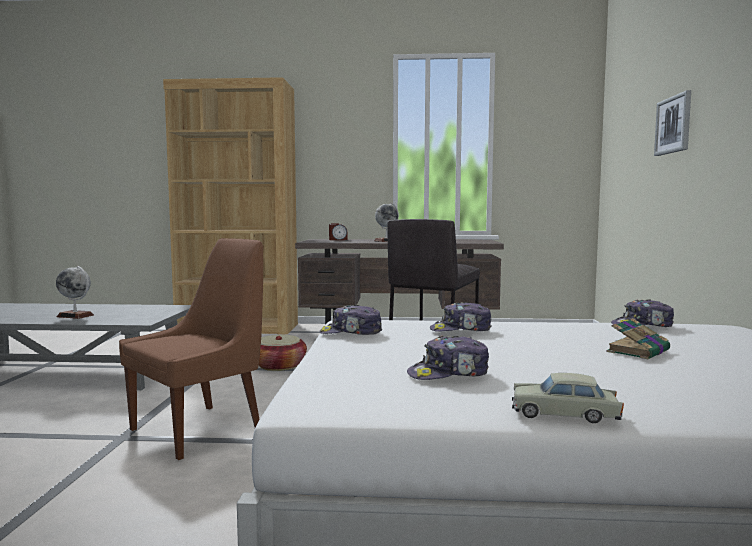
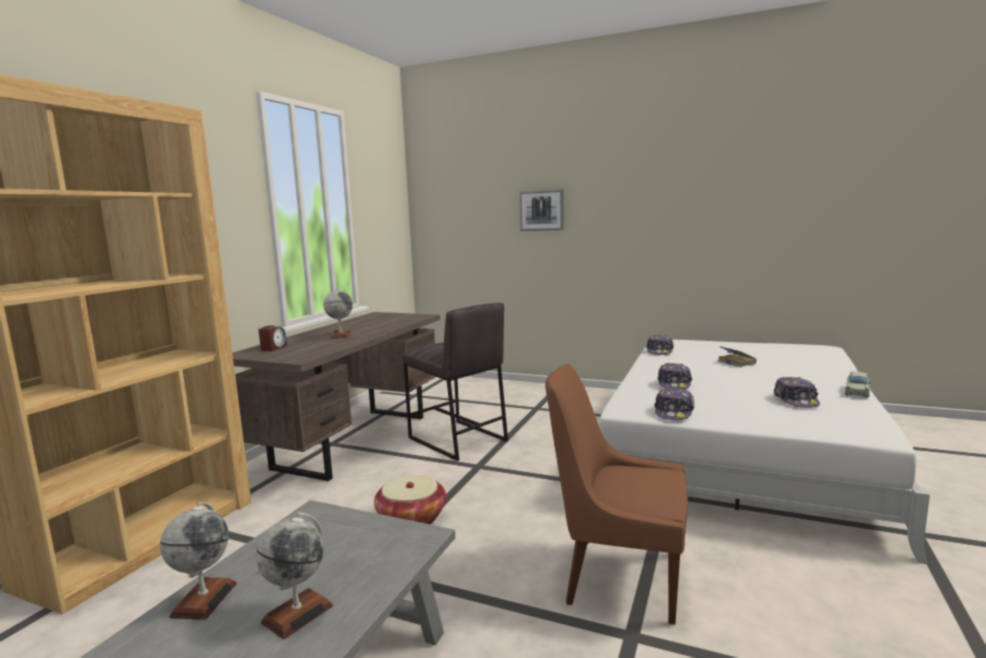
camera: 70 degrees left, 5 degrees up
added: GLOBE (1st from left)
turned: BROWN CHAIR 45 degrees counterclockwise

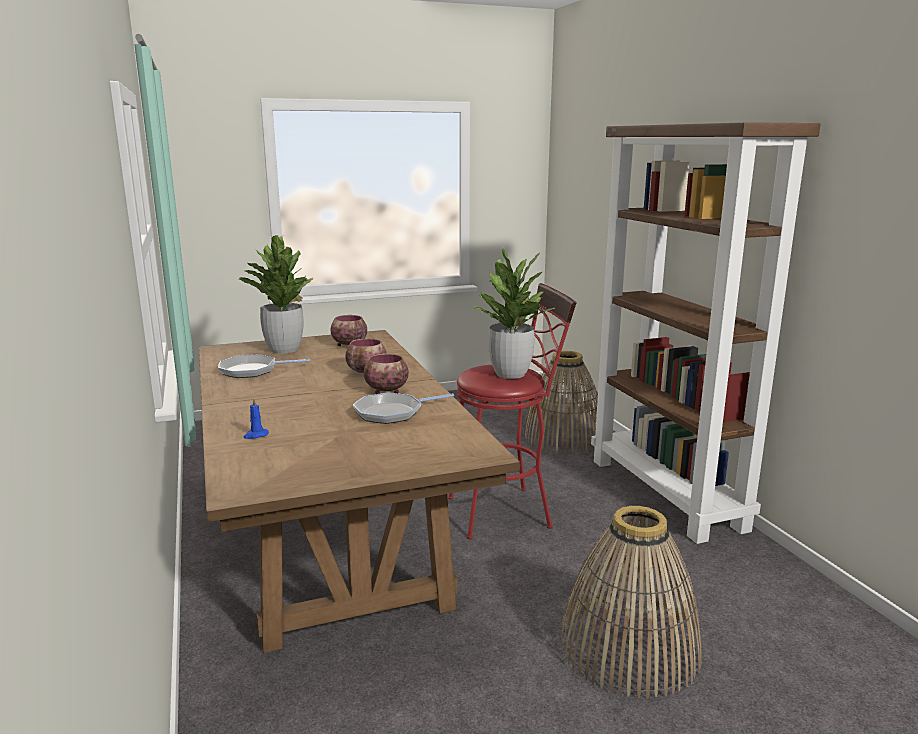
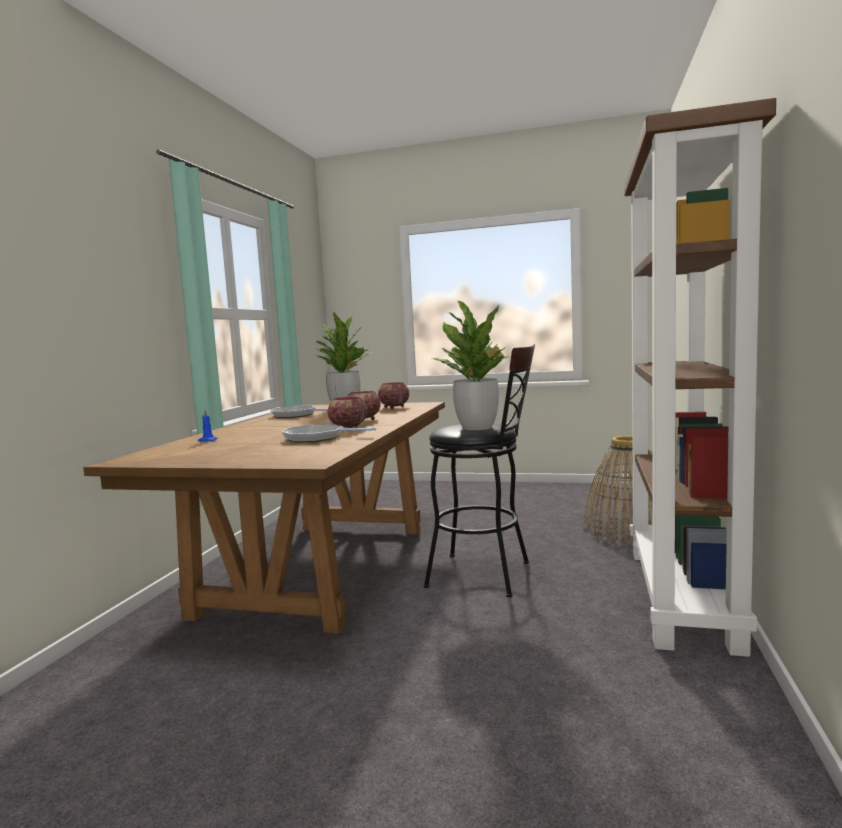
camera: 35 degrees right, 10 degrees down
removed: BASKET (2nd from left)
recoloured: RED STOOL to BLACK STOOL

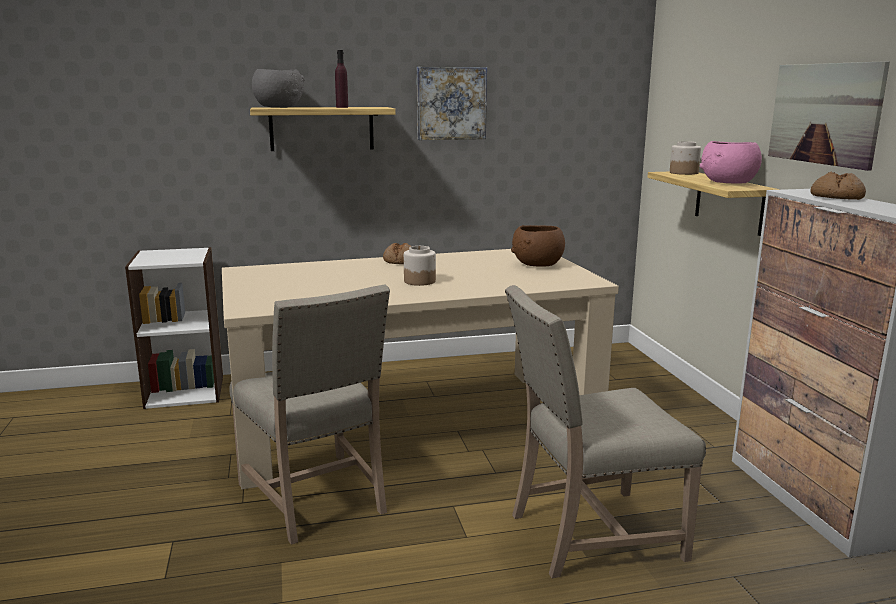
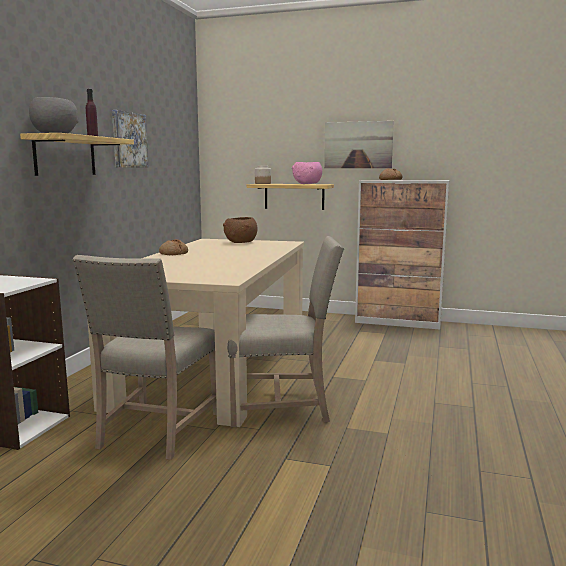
camera: 60 degrees left, 5 degrees down
removed: JAR (1st from left)
moved: BEIGE CHAIR (2nd from left in the first image) to BEIGE CHAIR (1st from left)

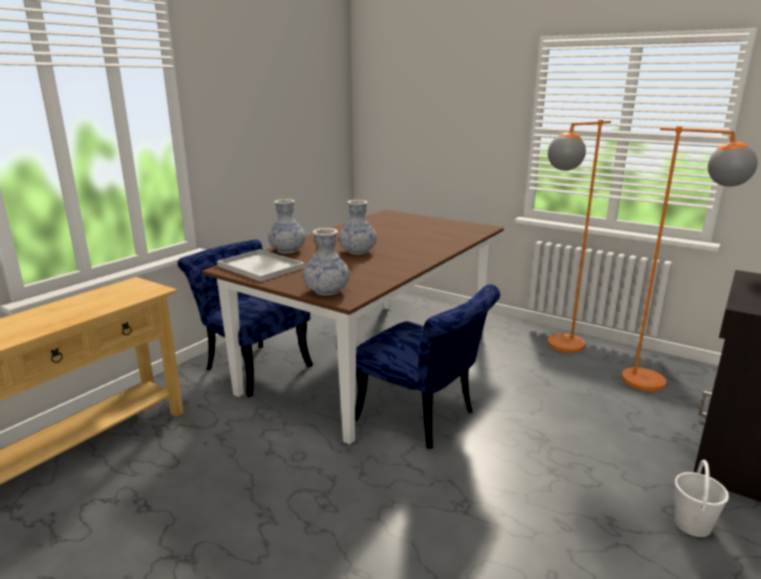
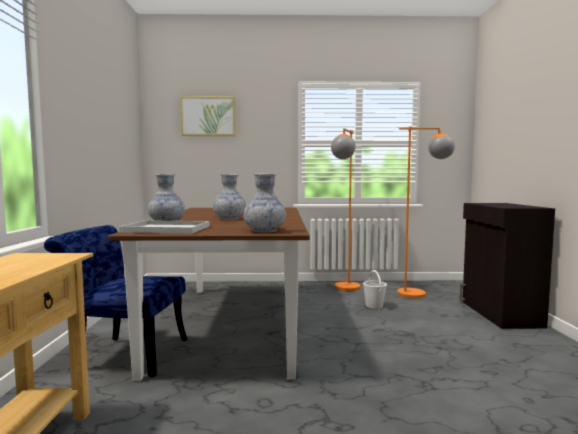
camera: 35 degrees left, 15 degrees down
removed: BLUE CHAIR (2nd from left)
added: PICTURE
moved: WHITE BUCKET

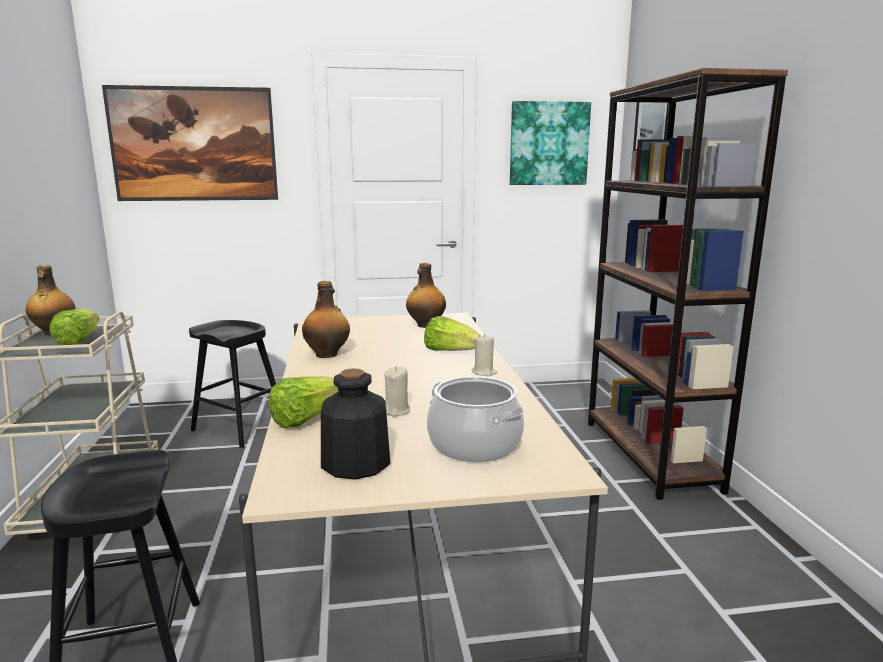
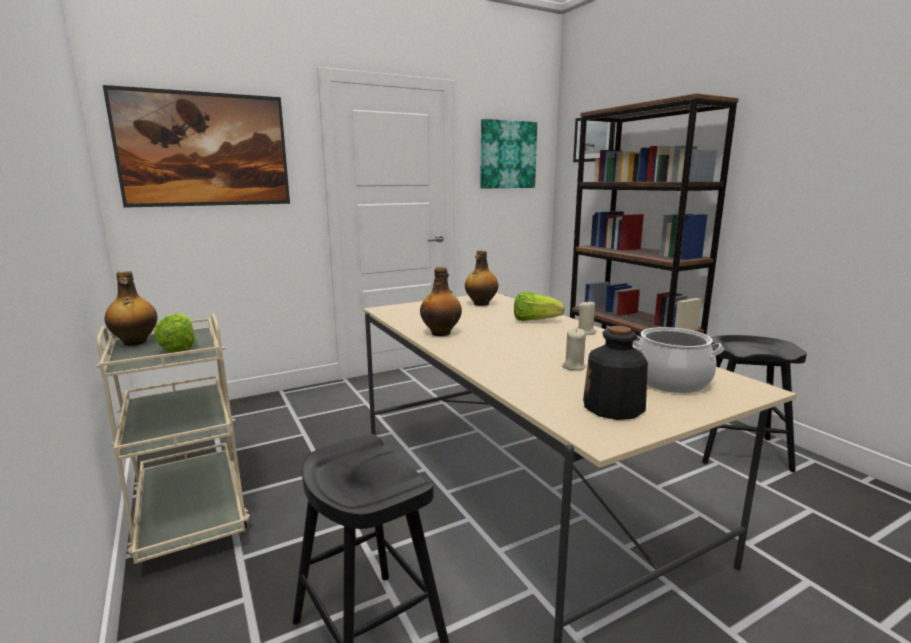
camera: 20 degrees left, 0 degrees up
removed: LETTUCE (2nd from left)
moved: BLACK STOOL (2nd from left)

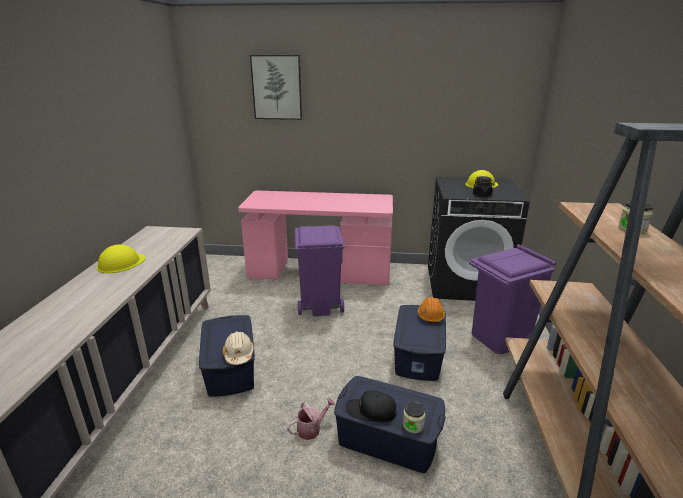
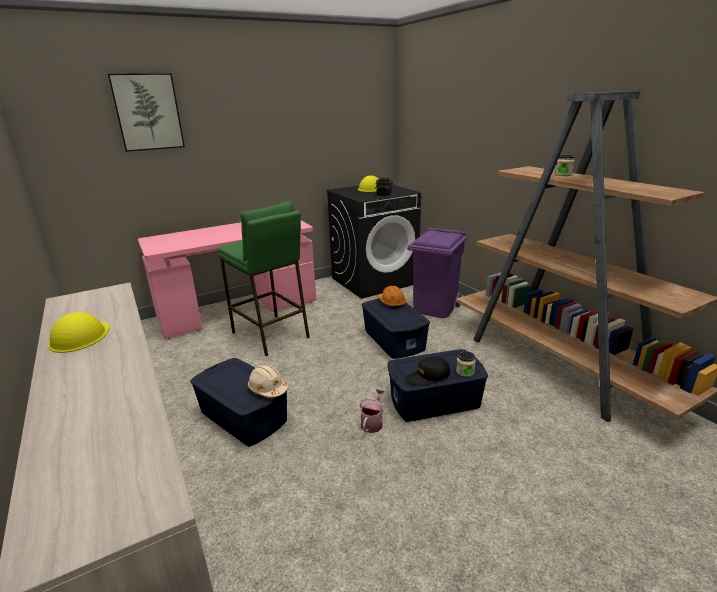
camera: 35 degrees left, 0 degrees up
replaced: PURPLE TRASH CAN (1st from left) to GREEN STOOL

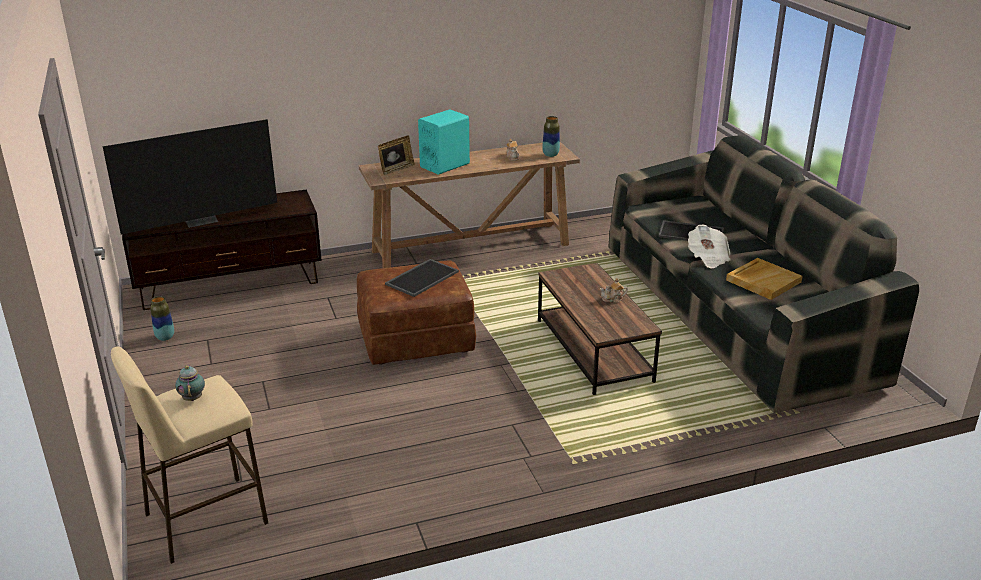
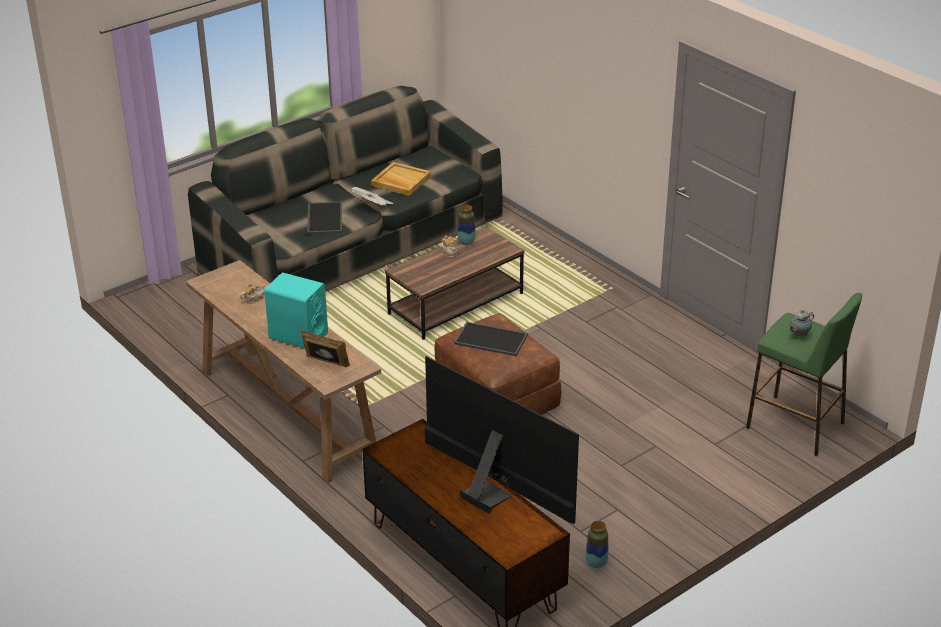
camera: 110 degrees left, 5 degrees up
moved: VASE (2nd from left in the first image) to VASE (1st from left)
recoloured: BEIGE STOOL to GREEN STOOL

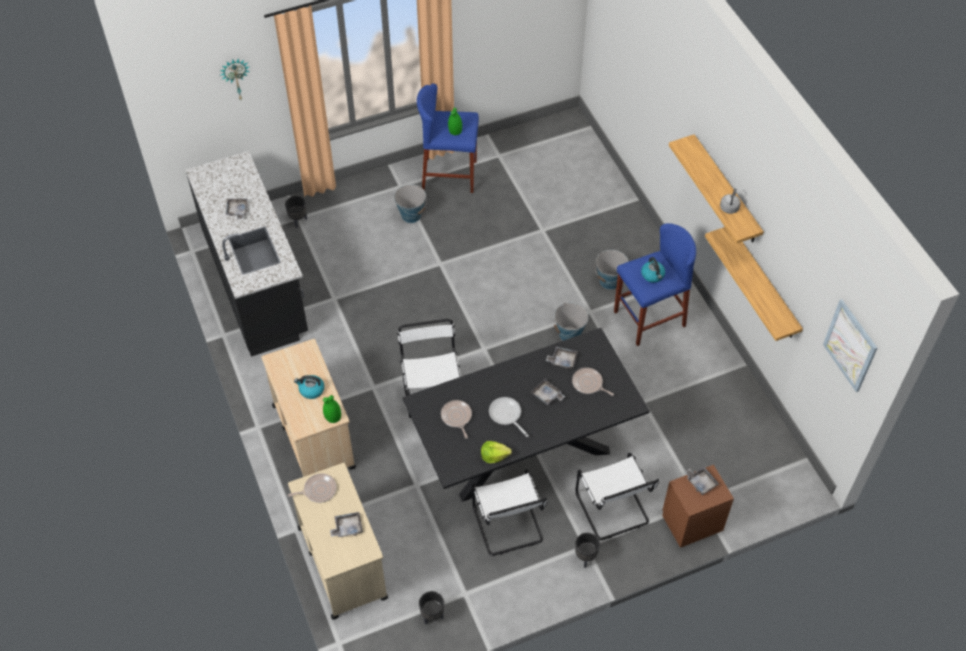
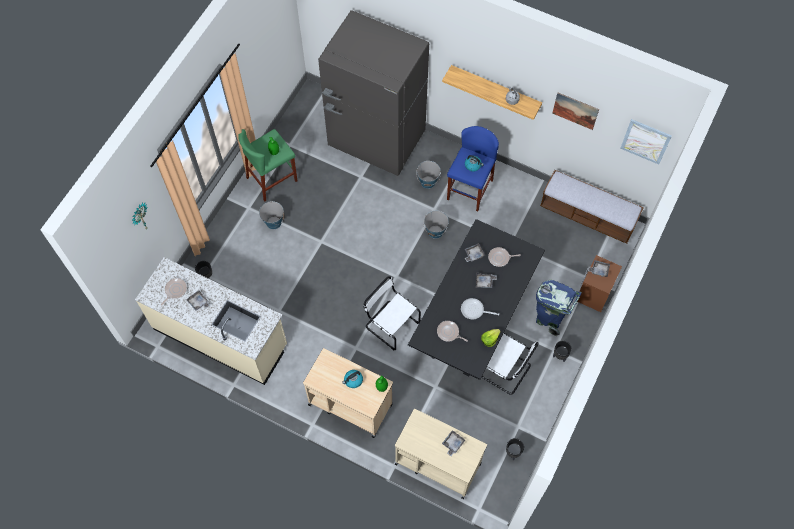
camera: 40 degrees left, 10 degrees up
removed: SHELF (2nd from left)
added: GREY FRIDGE; BENCH; PICTURE (1st from left)
moved: FRYING PAN (1st from left)
replaced: WHITE CHAIR (3rd from left) to BLUE TRASH CAN
recoloured: BLACK COUNTER to BEIGE COUNTER; BLUE STOOL (1st from left) to GREEN STOOL

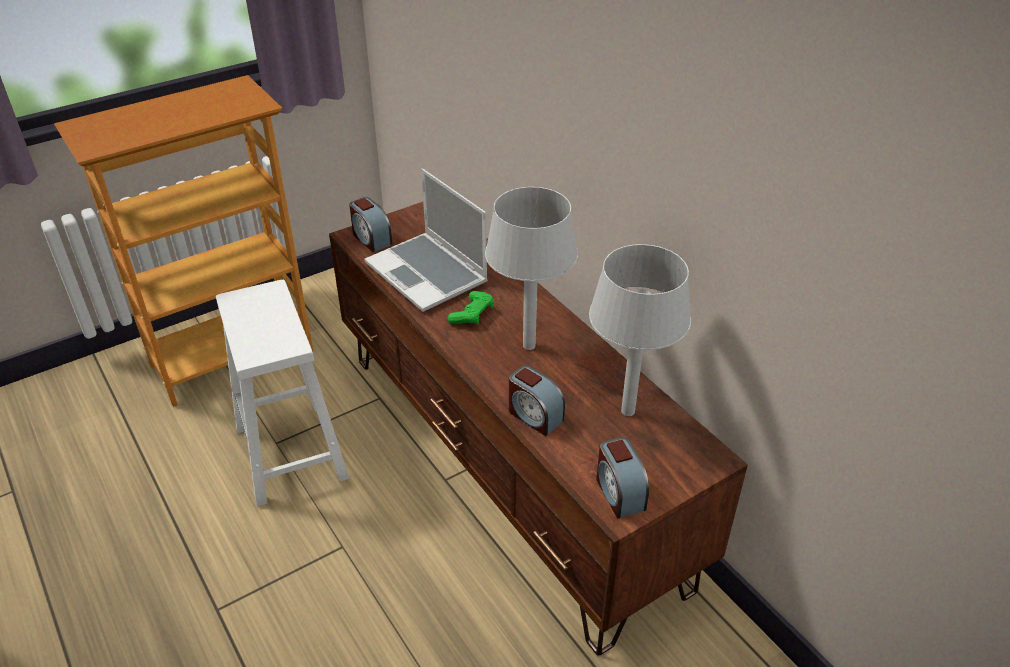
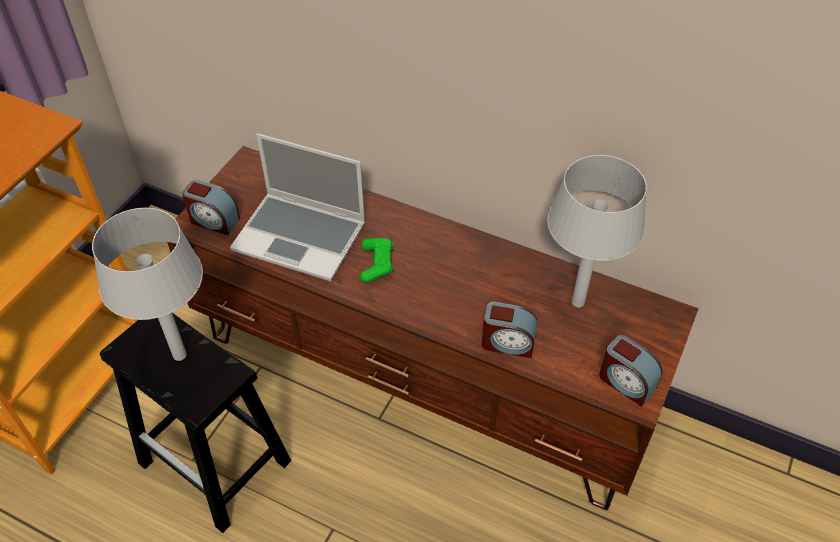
camera: 30 degrees left, 10 degrees up
moved: GREY TABLE LAMP (1st from left)
recoloured: WHITE STOOL to BLACK STOOL

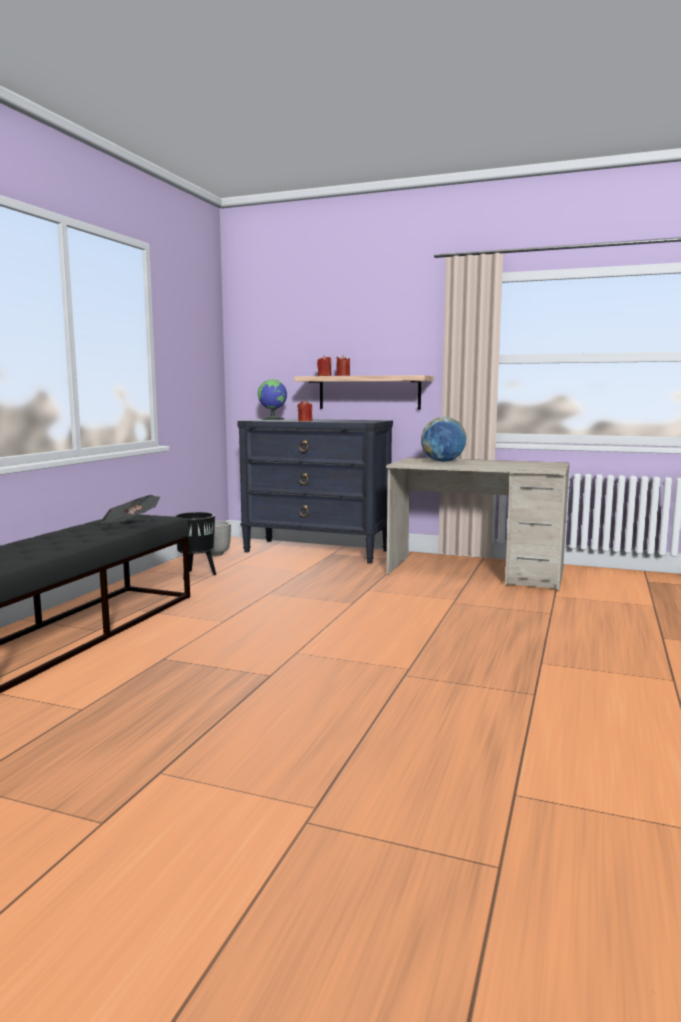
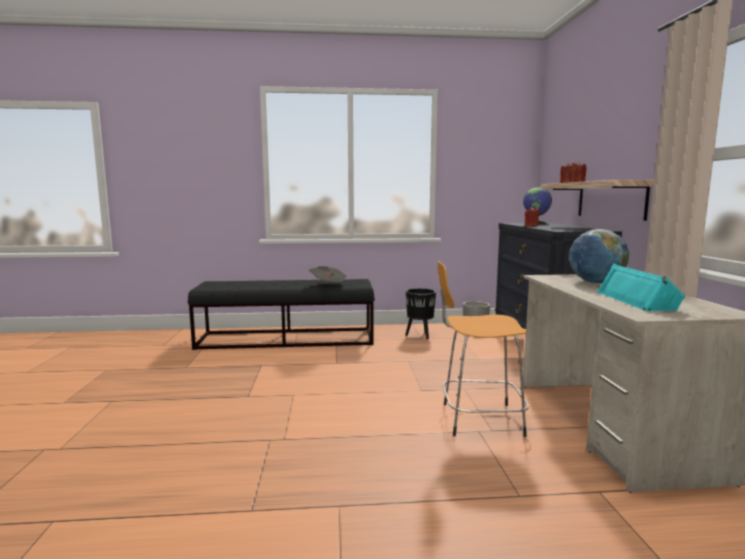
camera: 65 degrees right, 0 degrees up
added: ORANGE STOOL; TURQUOISE SPEAKER

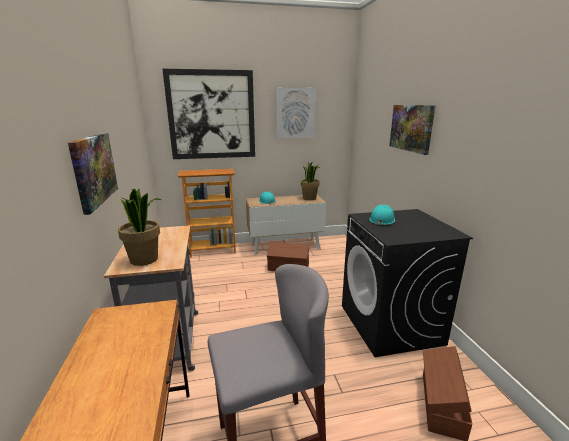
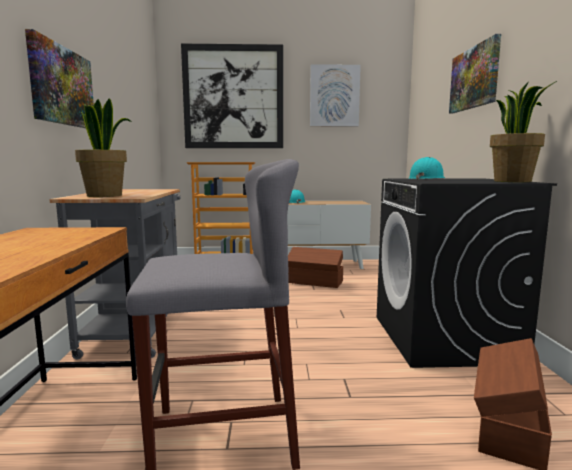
camera: 10 degrees right, 10 degrees down
moved: POTTED PLANT (2nd from left)

